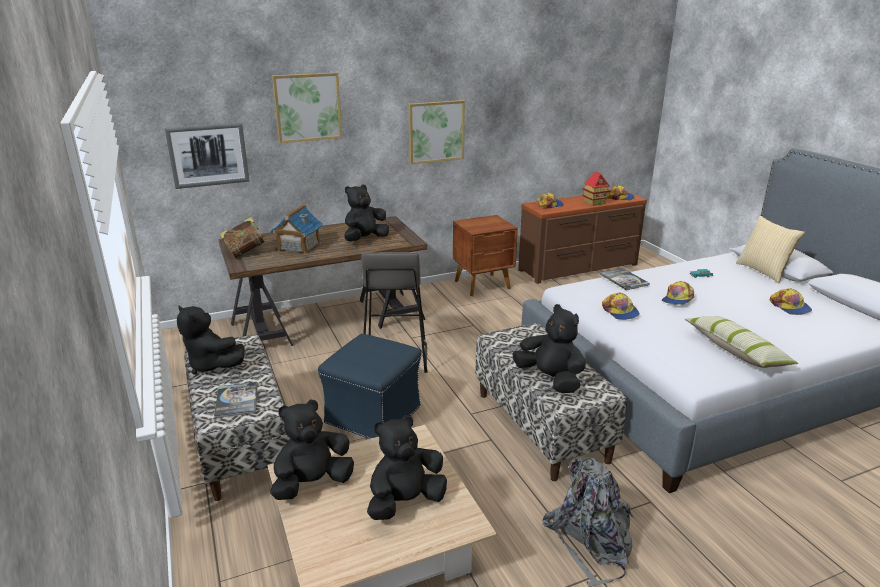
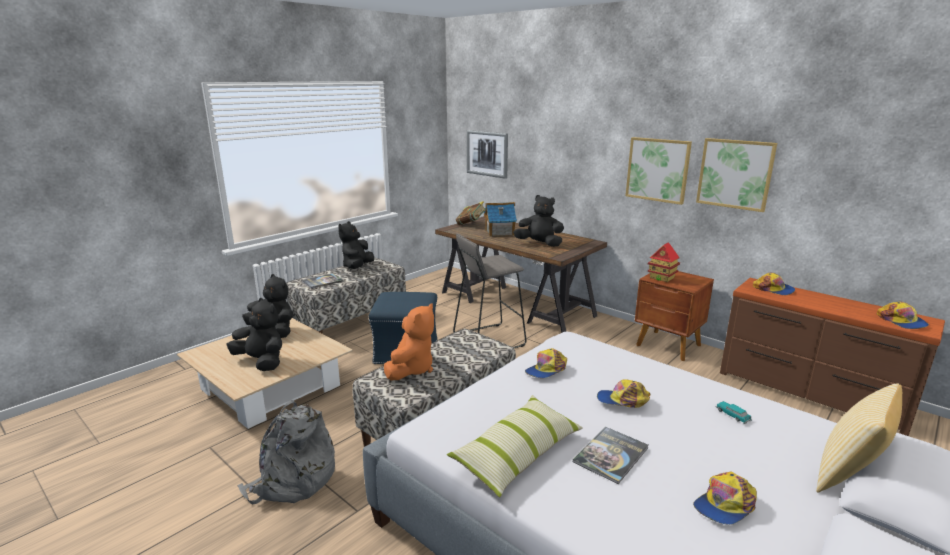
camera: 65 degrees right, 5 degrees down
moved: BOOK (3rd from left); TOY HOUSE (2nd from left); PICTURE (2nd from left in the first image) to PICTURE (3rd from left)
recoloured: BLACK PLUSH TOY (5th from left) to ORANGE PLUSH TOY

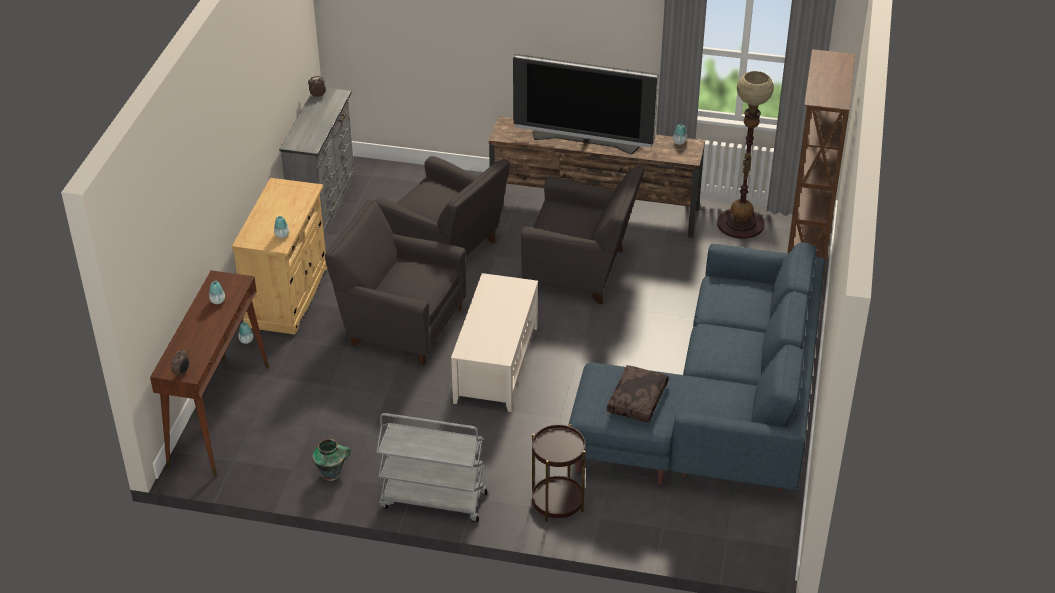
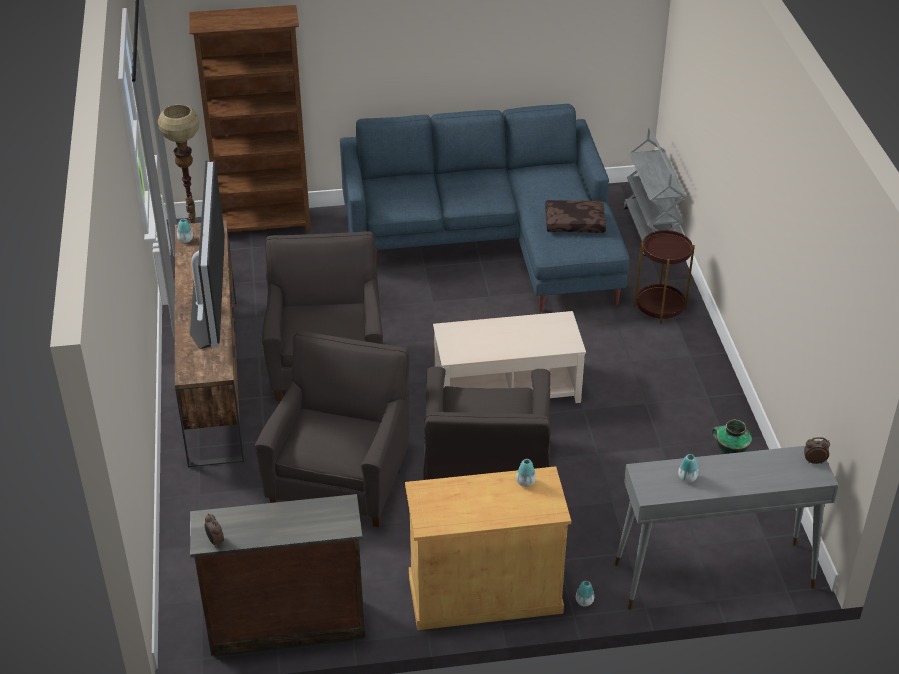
camera: 110 degrees left, 0 degrees up
moved: GREY CART
recoloured: GREY DRESSER to BROWN DRESSER; BROWN CONSOLE TABLE to GREY CONSOLE TABLE

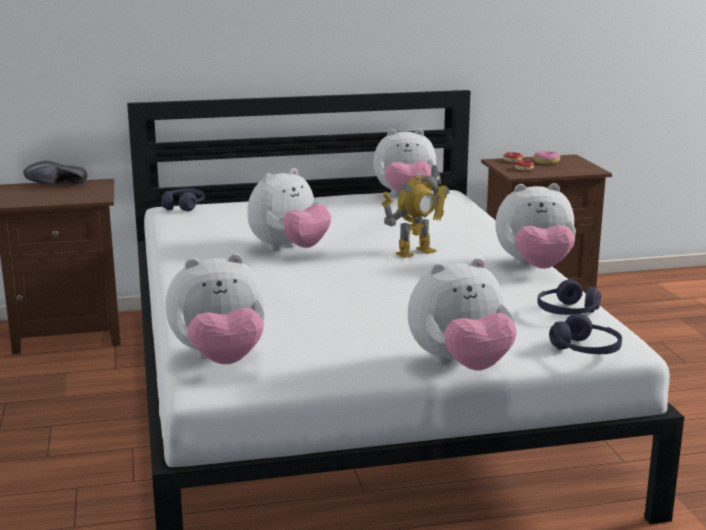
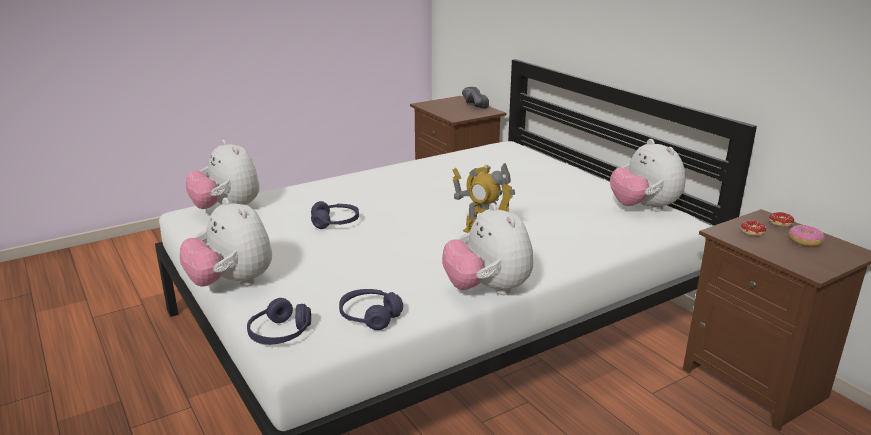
camera: 70 degrees right, 5 degrees up
removed: PLUSH TOY (2nd from left)
moved: PURPLE HEADPHONES (1st from left in the first image) to PURPLE HEADPHONES (2nd from left)

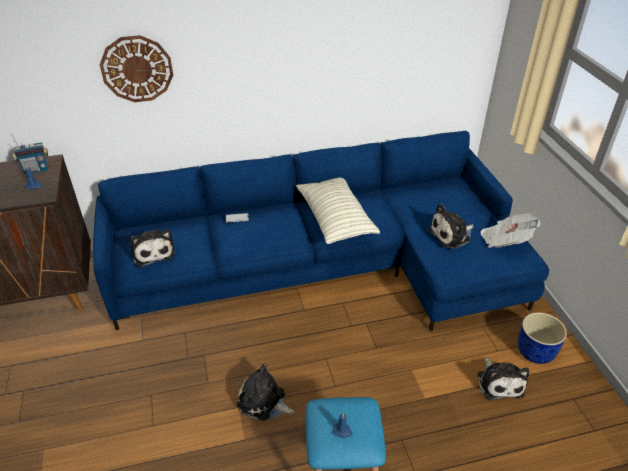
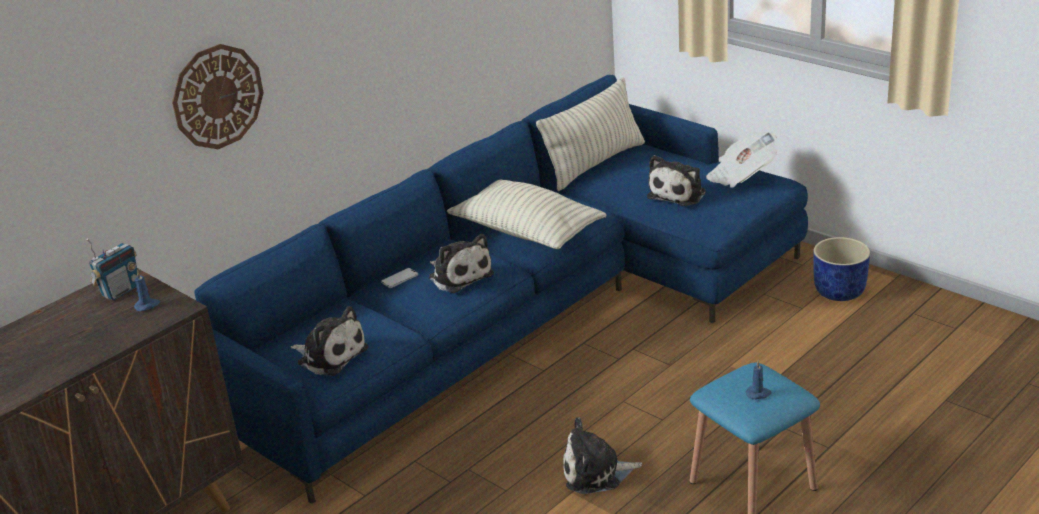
camera: 30 degrees left, 10 degrees down
added: PILLOW (2nd from left)
moved: PLUSH TOY (4th from left in the first image) to PLUSH TOY (2nd from left)

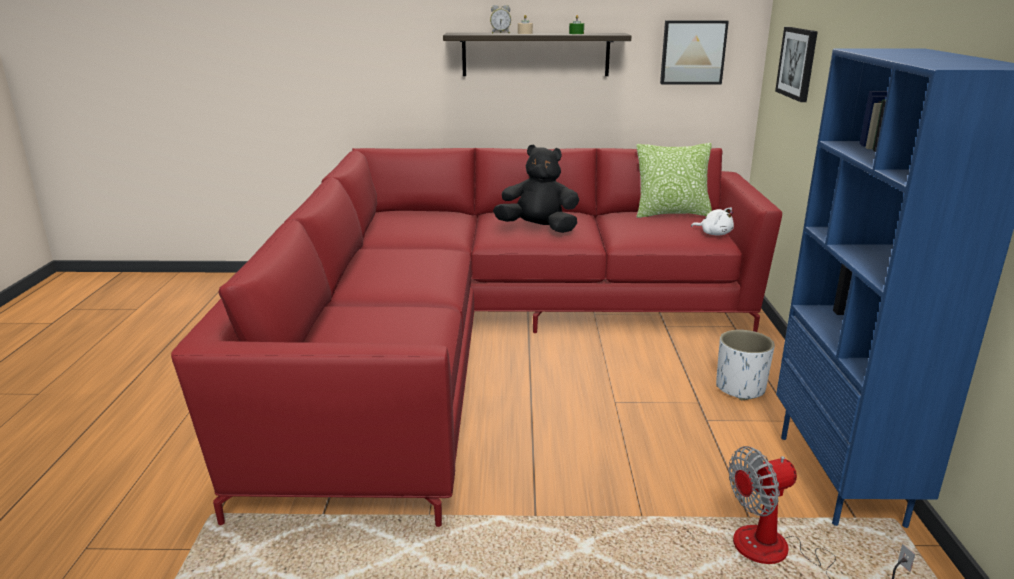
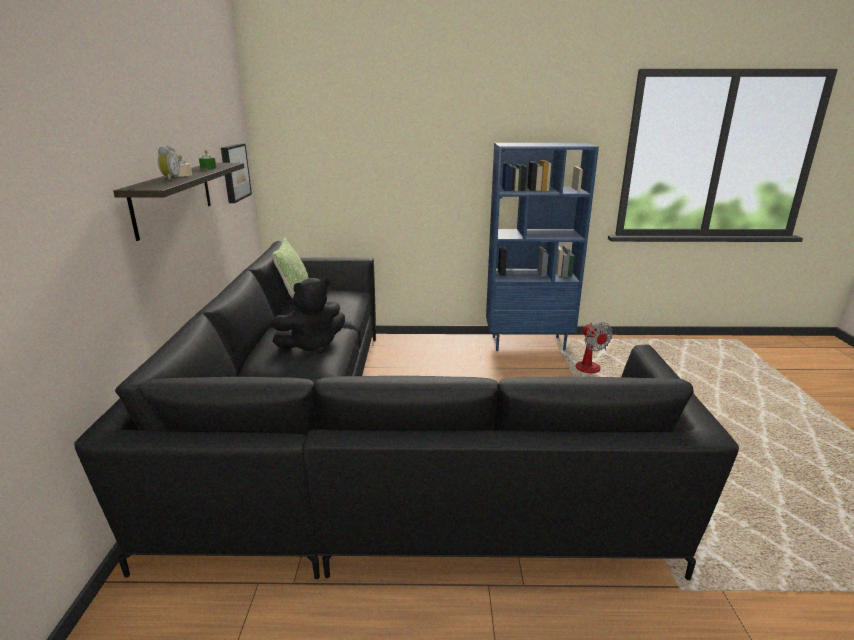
camera: 90 degrees left, 0 degrees up
removed: WHITE PLUSH TOY; WHITE PLANTER; PICTURE (2nd from left)
recoloured: RED SOFA to BLACK SOFA
turned: BLACK PLUSH TOY 135 degrees counterclockwise

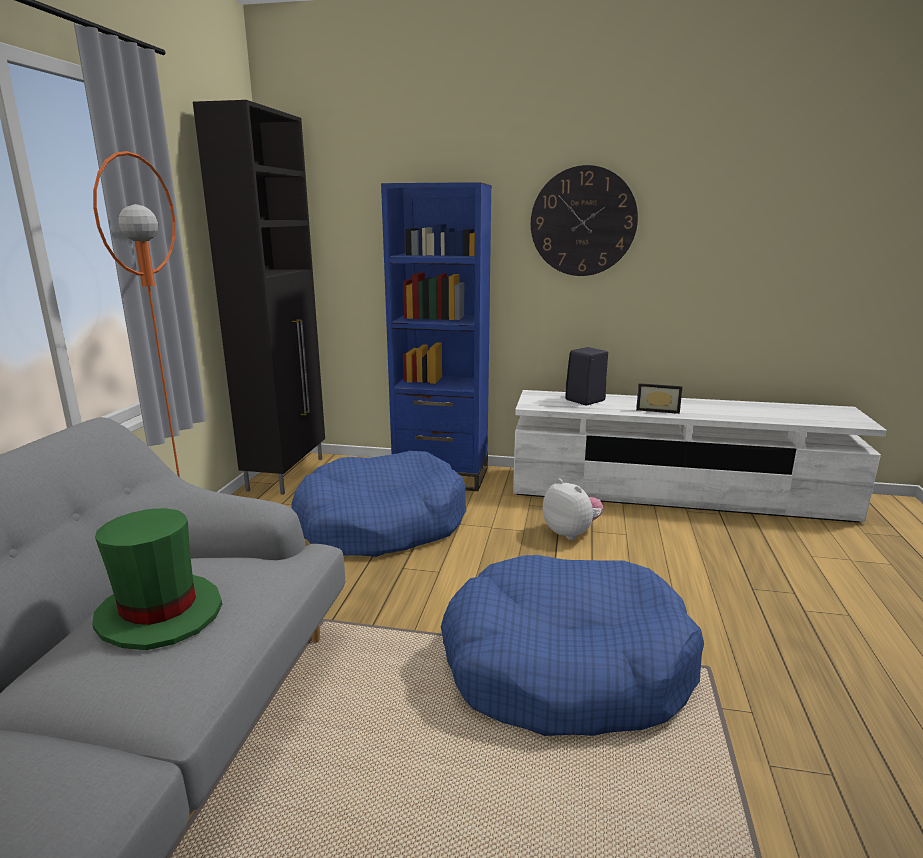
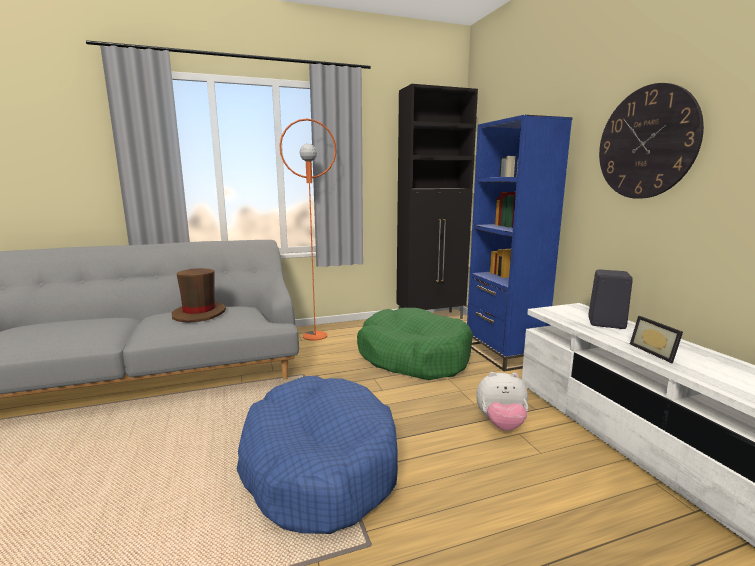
camera: 60 degrees right, 5 degrees down
recoloured: GREEN HAT to BROWN HAT; BLUE DOG BED (1st from left) to GREEN DOG BED
turned: PLUSH TOY 75 degrees clockwise

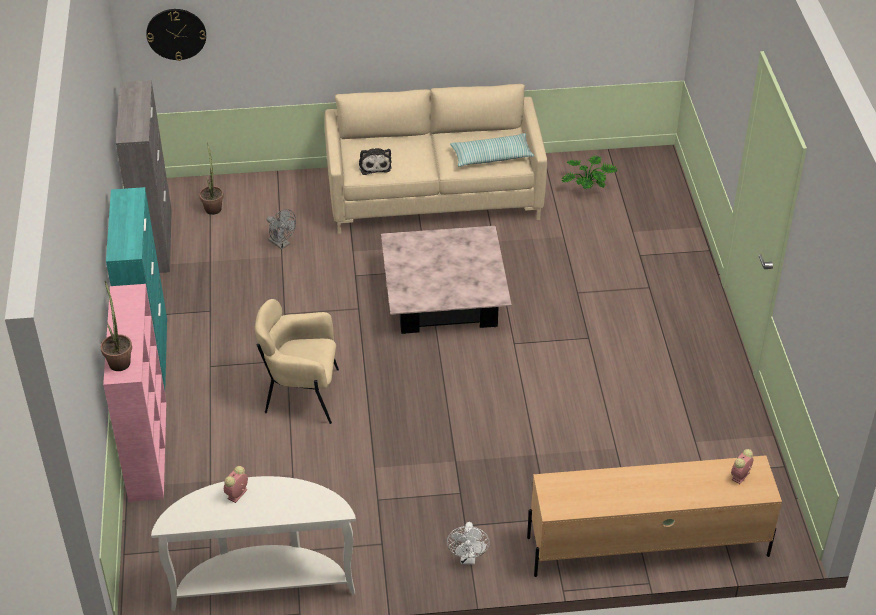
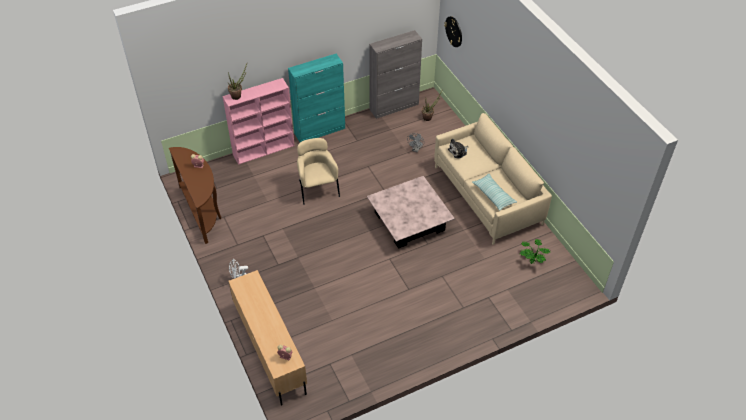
camera: 70 degrees right, 5 degrees up
recoloured: WHITE CONSOLE TABLE to BROWN CONSOLE TABLE

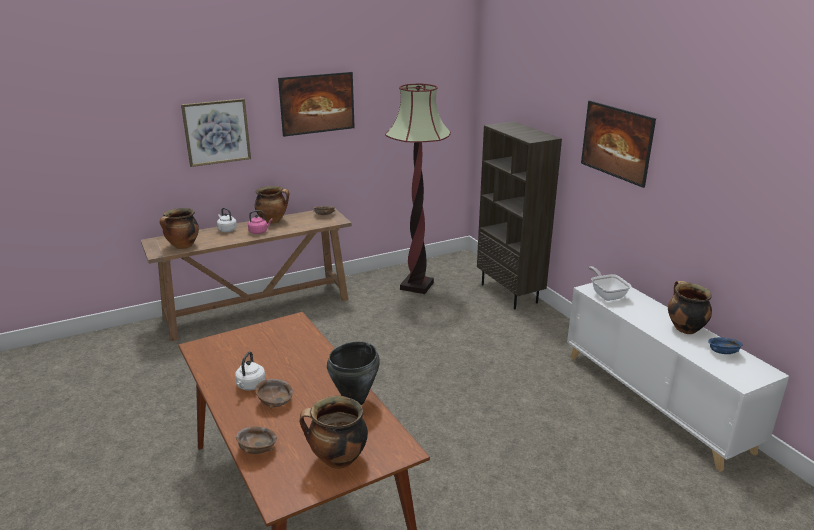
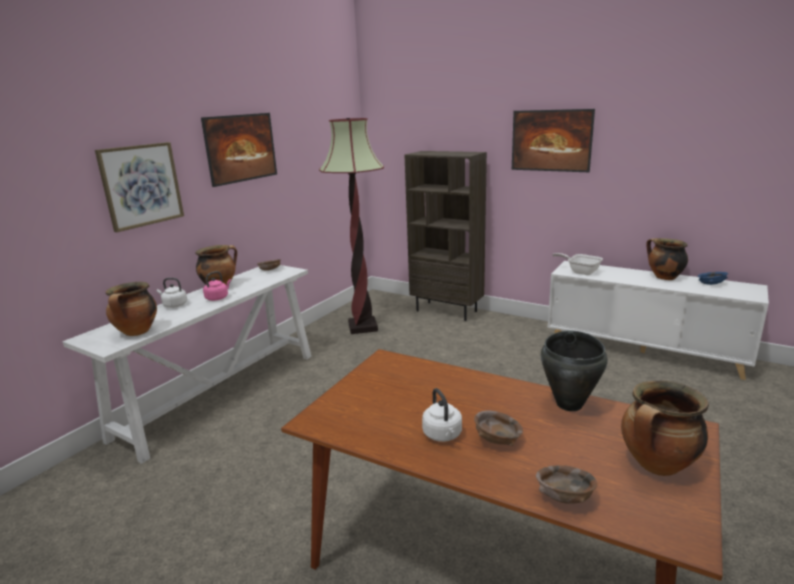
camera: 30 degrees left, 5 degrees down
recoloured: BROWN CONSOLE TABLE to WHITE CONSOLE TABLE

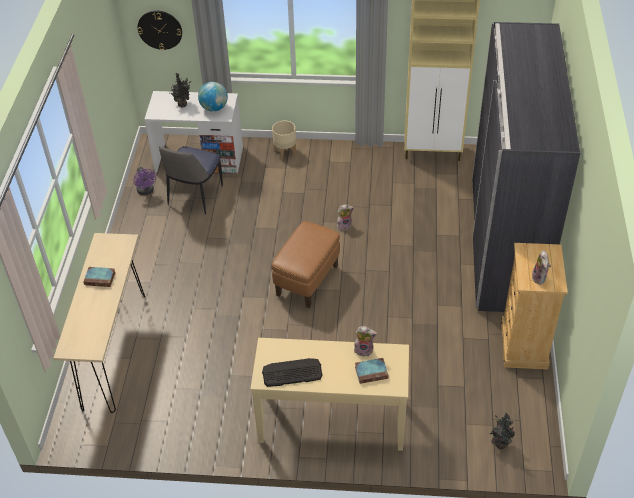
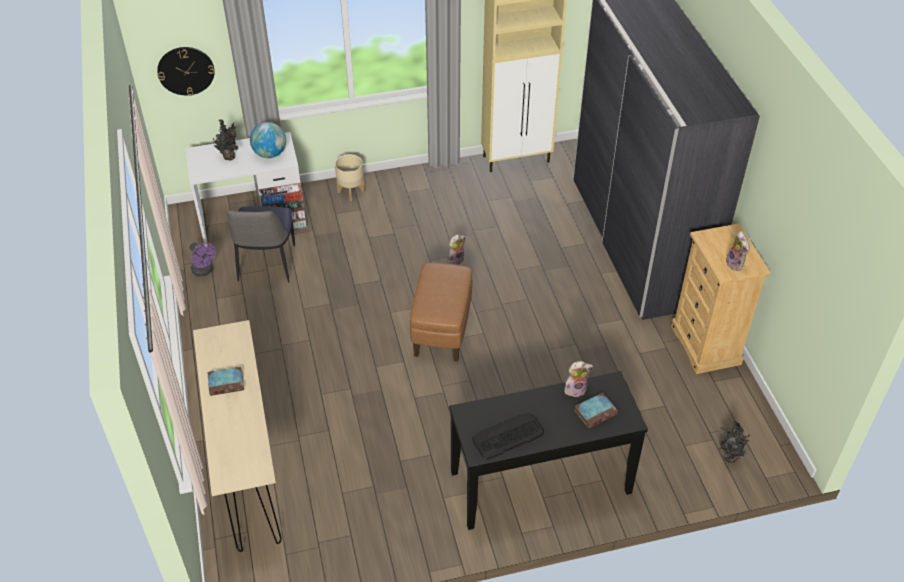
camera: 20 degrees left, 0 degrees up
recoloured: BEIGE CONSOLE TABLE (2nd from left) to BLACK CONSOLE TABLE

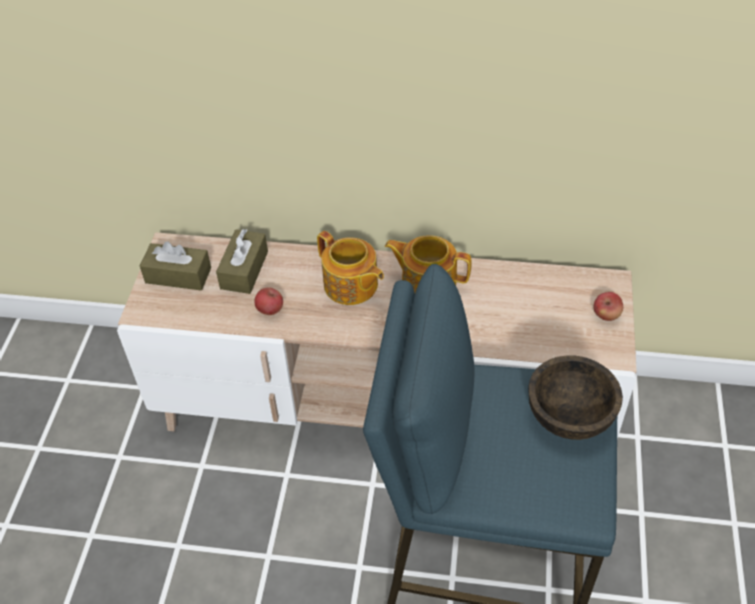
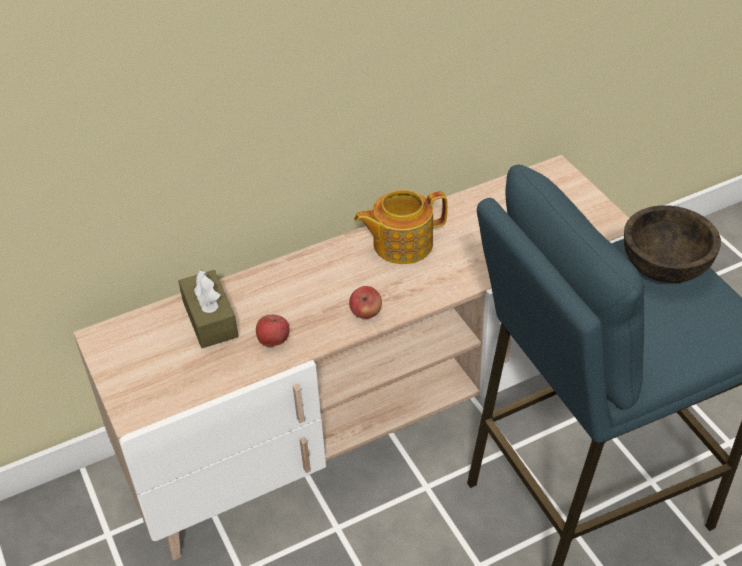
camera: 35 degrees left, 5 degrees down
removed: BROWN TISSUE BOX (1st from left); TEAPOT (1st from left)
moved: APPLE (2nd from left)

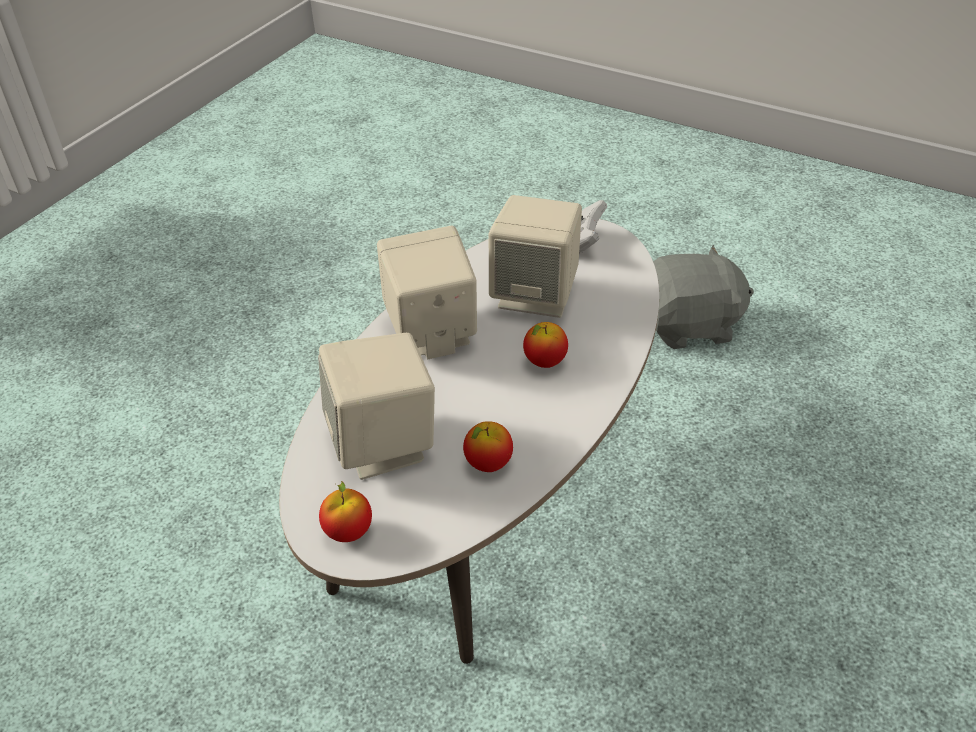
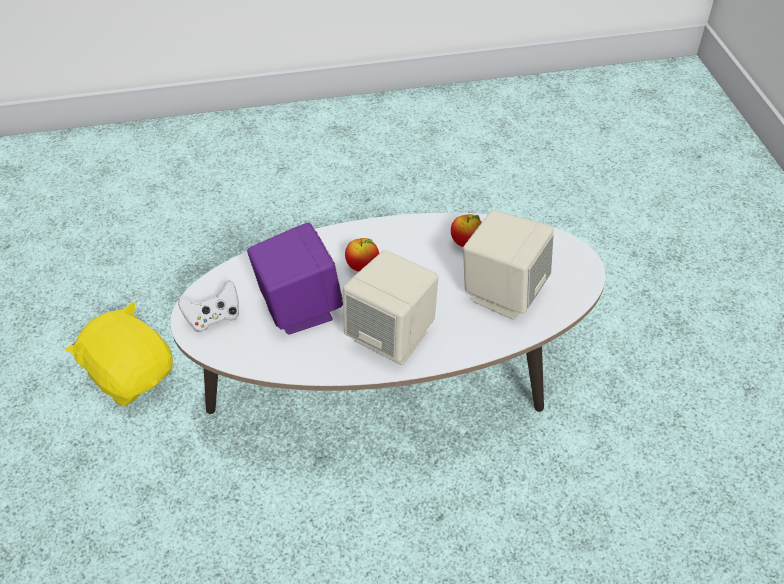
camera: 130 degrees left, 5 degrees up
removed: APPLE (1st from left)
recoloured: GREY PLUSH TOY to YELLOW PLUSH TOY; BEIGE SPEAKER (3rd from left) to PURPLE SPEAKER

